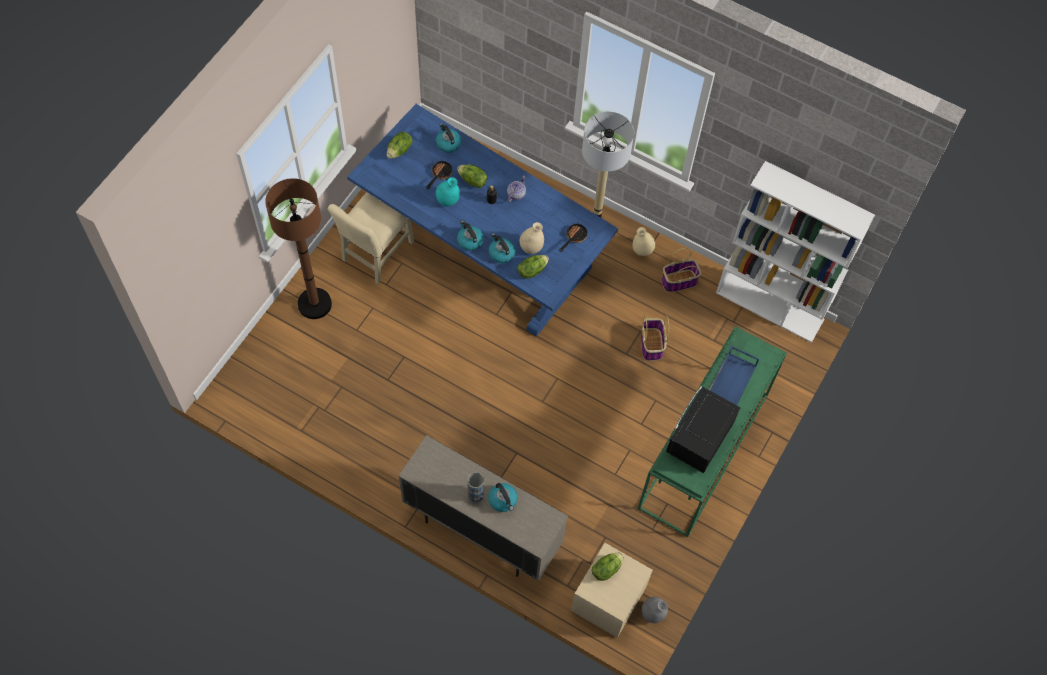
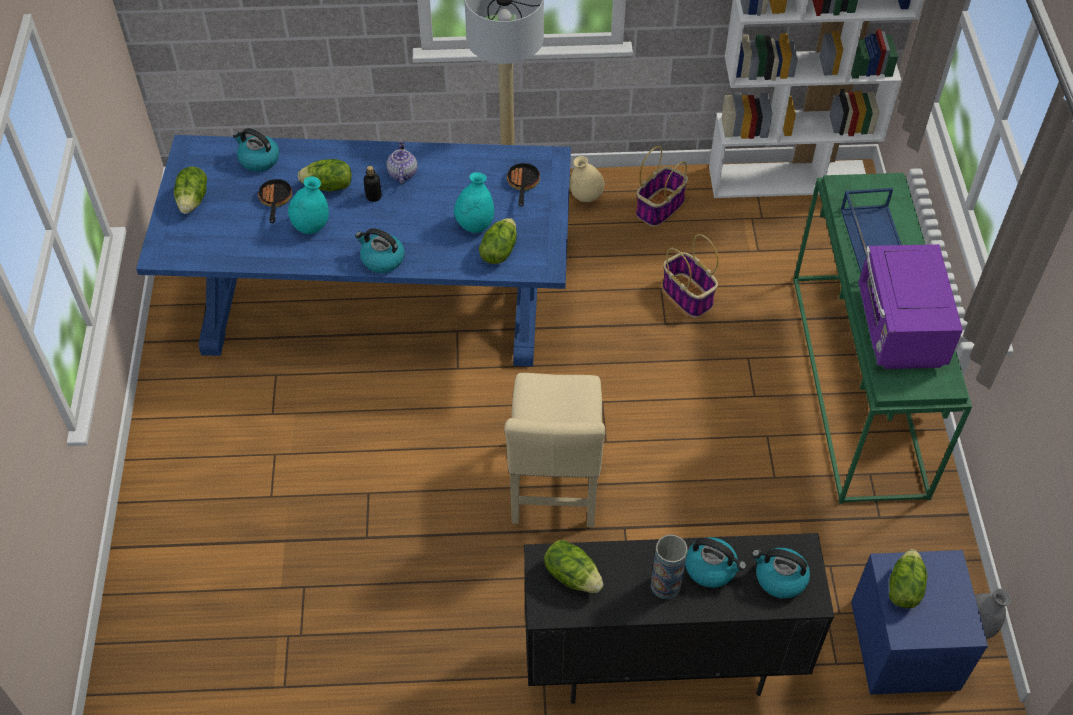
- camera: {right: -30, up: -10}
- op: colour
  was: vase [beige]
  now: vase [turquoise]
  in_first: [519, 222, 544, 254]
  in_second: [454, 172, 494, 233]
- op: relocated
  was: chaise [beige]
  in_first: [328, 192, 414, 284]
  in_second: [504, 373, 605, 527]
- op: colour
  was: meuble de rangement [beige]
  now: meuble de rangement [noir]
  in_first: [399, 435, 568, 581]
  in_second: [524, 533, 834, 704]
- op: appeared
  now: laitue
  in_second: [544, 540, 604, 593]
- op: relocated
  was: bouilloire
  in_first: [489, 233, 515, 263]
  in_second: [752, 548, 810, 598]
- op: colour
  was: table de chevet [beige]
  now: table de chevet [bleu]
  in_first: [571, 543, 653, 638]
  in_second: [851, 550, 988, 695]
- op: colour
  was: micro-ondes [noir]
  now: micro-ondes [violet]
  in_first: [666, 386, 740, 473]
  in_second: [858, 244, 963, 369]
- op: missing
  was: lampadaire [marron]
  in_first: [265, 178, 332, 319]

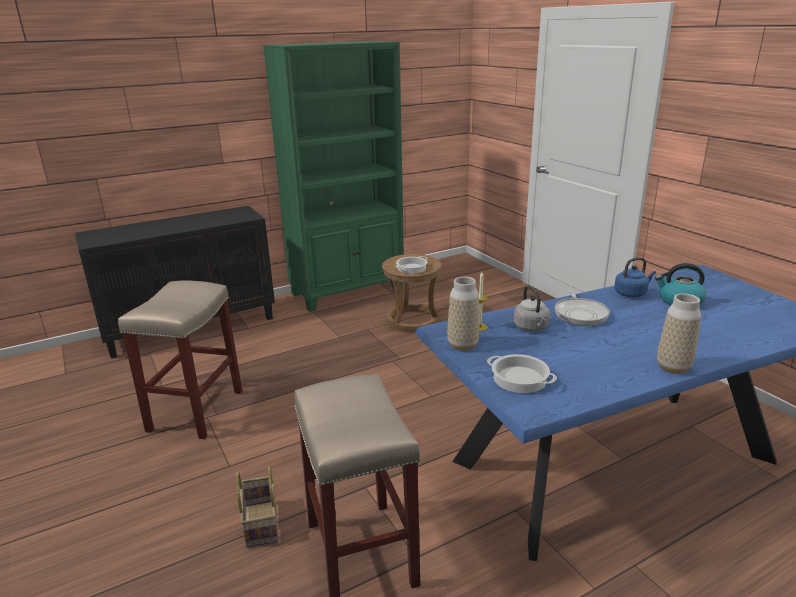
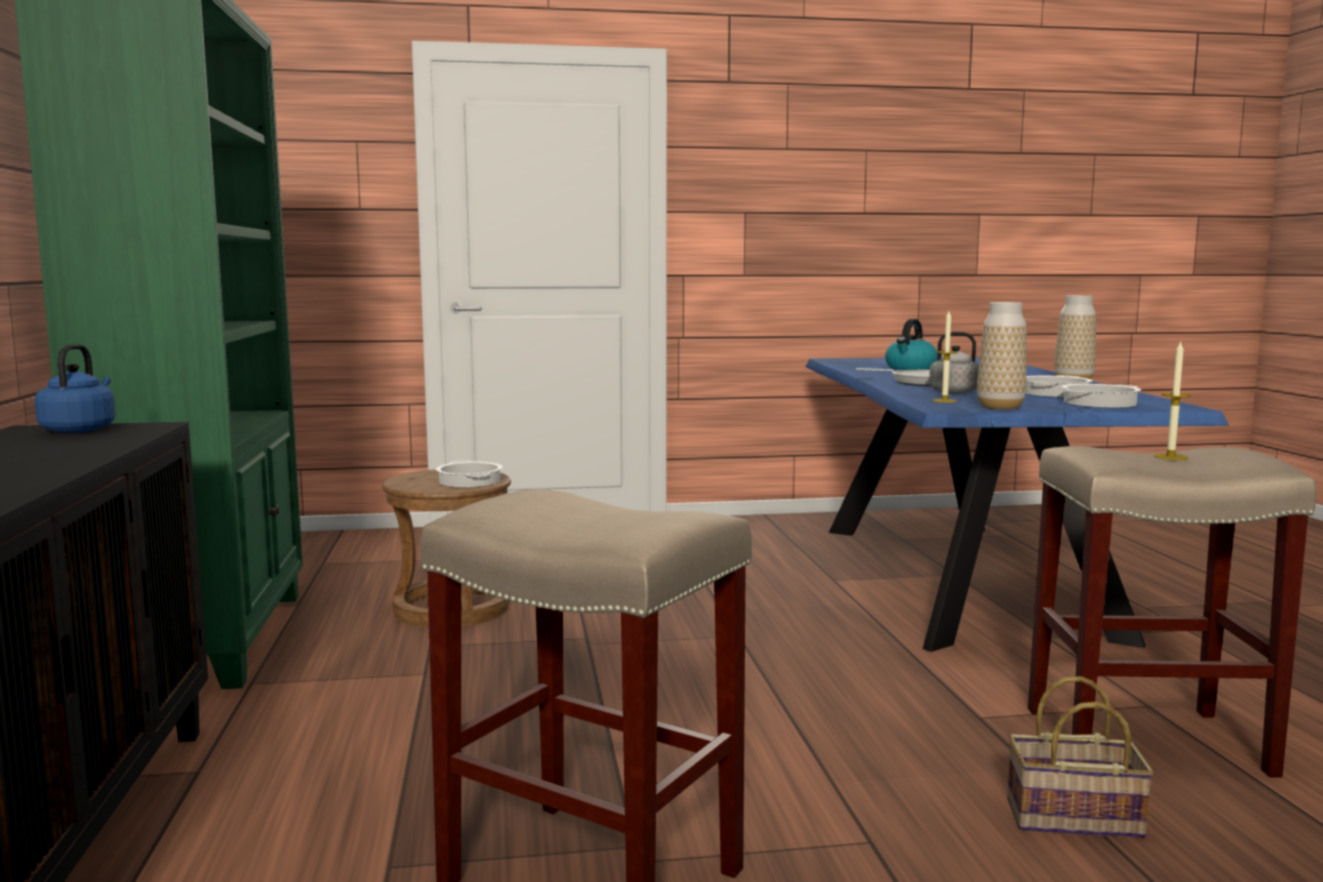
- camera: {right: -70, up: -15}
- op: relocated
  was: bouilloire [bleu]
  in_first: [614, 257, 656, 298]
  in_second: [34, 344, 115, 433]
- op: appeared
  now: marmite
  in_second: [1025, 375, 1093, 397]
- op: appeared
  now: bougie
  in_second: [1154, 341, 1191, 460]

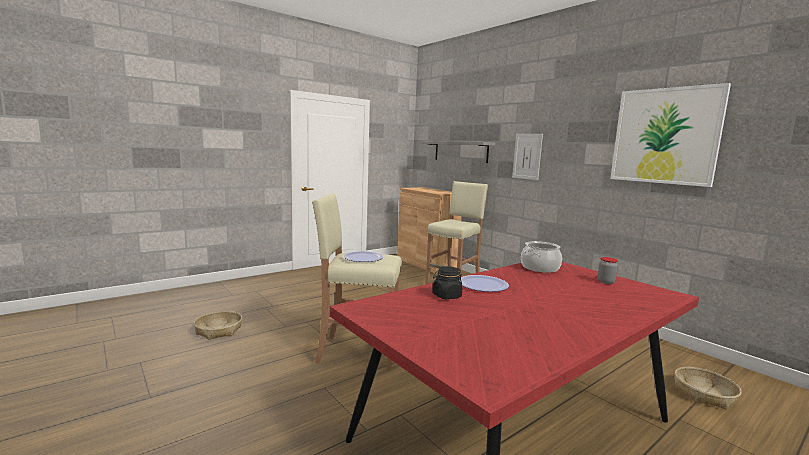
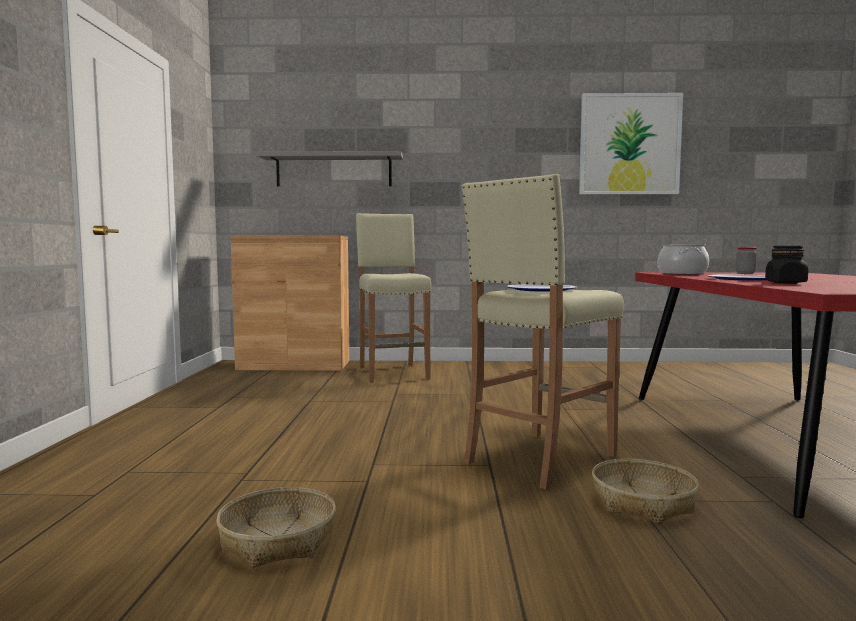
- camera: {right: -50, up: -5}
- op: relocated
  was: panier
  in_first: [675, 367, 741, 410]
  in_second: [592, 459, 699, 523]
- op: missing
  was: tableau
  in_first: [512, 134, 543, 180]

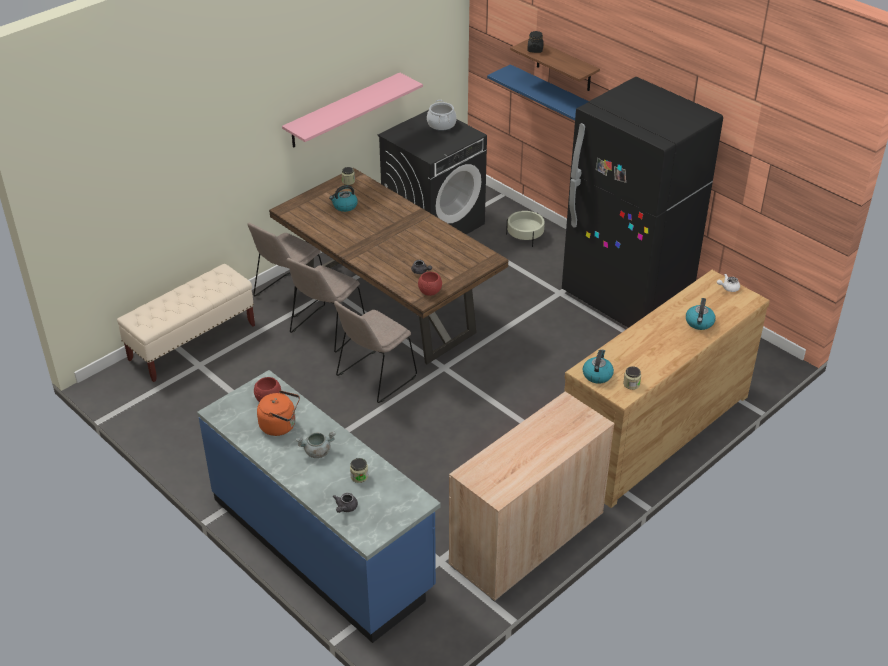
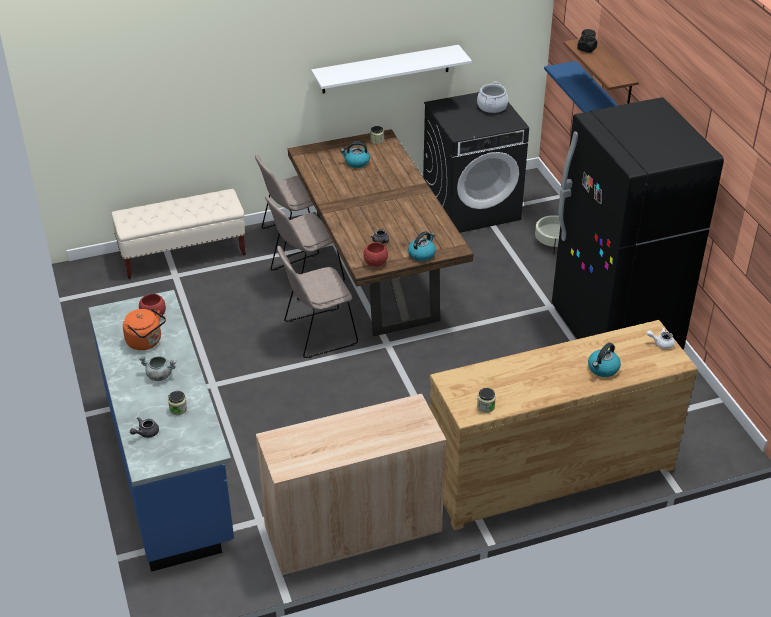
- camera: {right: 25, up: 0}
- op: colour
  was: étagère [rose]
  now: étagère [blanc]
  in_first: [282, 72, 423, 148]
  in_second: [311, 45, 472, 94]
- op: relocated
  was: bouilloire
  in_first: [583, 349, 614, 384]
  in_second: [408, 231, 436, 261]

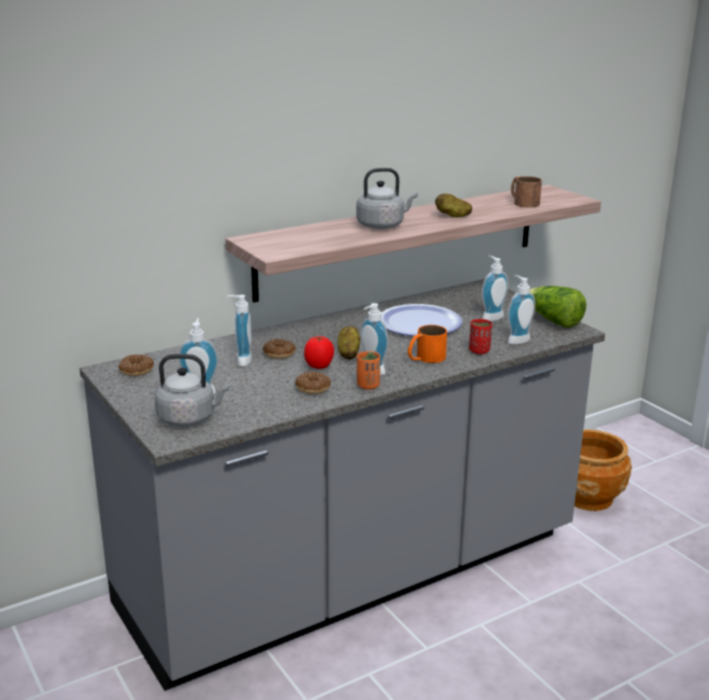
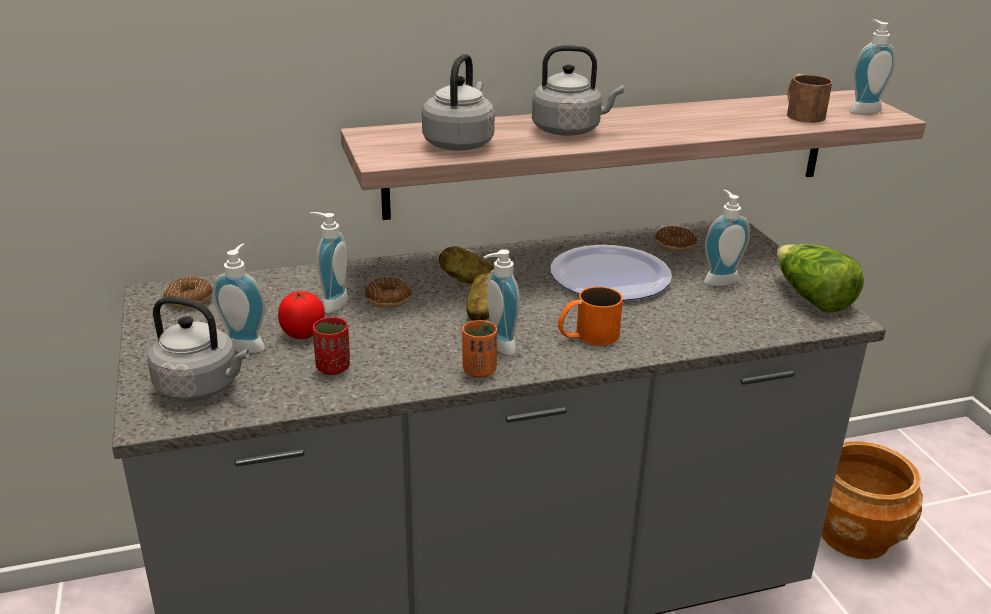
- camera: {right: 15, up: 5}
- op: relocated
  was: tomate
  in_first: [304, 336, 334, 369]
  in_second: [278, 291, 325, 339]
- op: relocated
  was: tasse [rouge]
  in_first: [469, 319, 492, 354]
  in_second: [313, 317, 350, 375]
- op: appeared
  now: bouilloire [gris]
  in_second: [422, 54, 495, 151]
- op: relocated
  was: pomme de terre
  in_first: [435, 193, 472, 217]
  in_second: [439, 247, 494, 284]
- op: relocated
  was: beignet
  in_first: [295, 372, 331, 394]
  in_second: [655, 226, 697, 252]
- op: relocated
  was: distributeur de savon
  in_first: [508, 275, 535, 345]
  in_second: [849, 19, 895, 114]

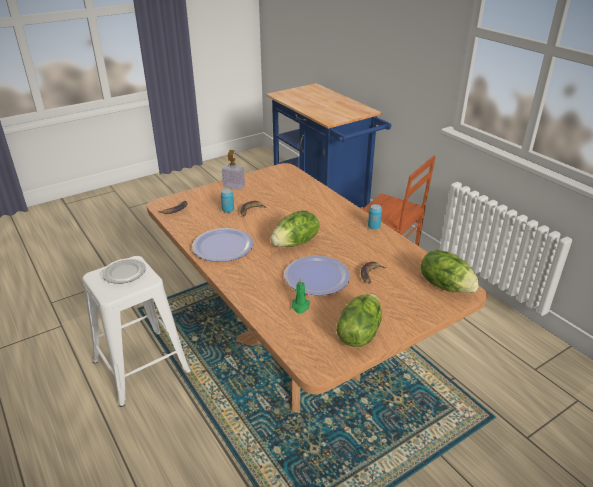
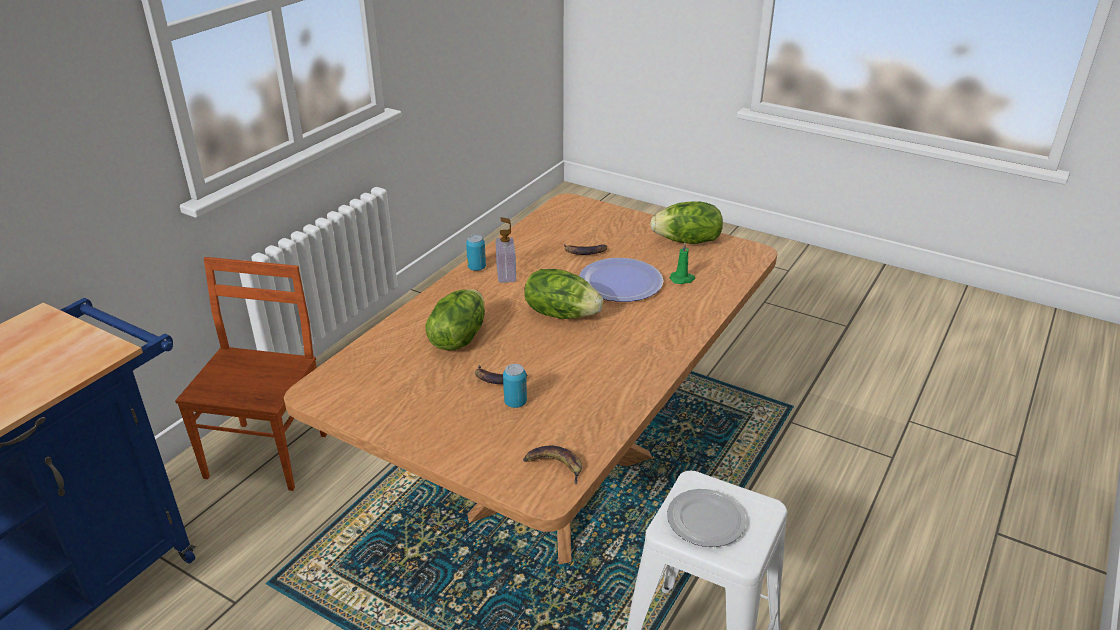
- camera: {right: -115, up: 0}
- op: relocated
  was: laitue
  in_first: [420, 250, 480, 293]
  in_second: [425, 289, 485, 351]
- op: relocated
  was: distributeur de savon
  in_first: [222, 150, 245, 190]
  in_second: [496, 217, 516, 283]
- op: missing
  was: assiette
  in_first: [192, 228, 254, 262]

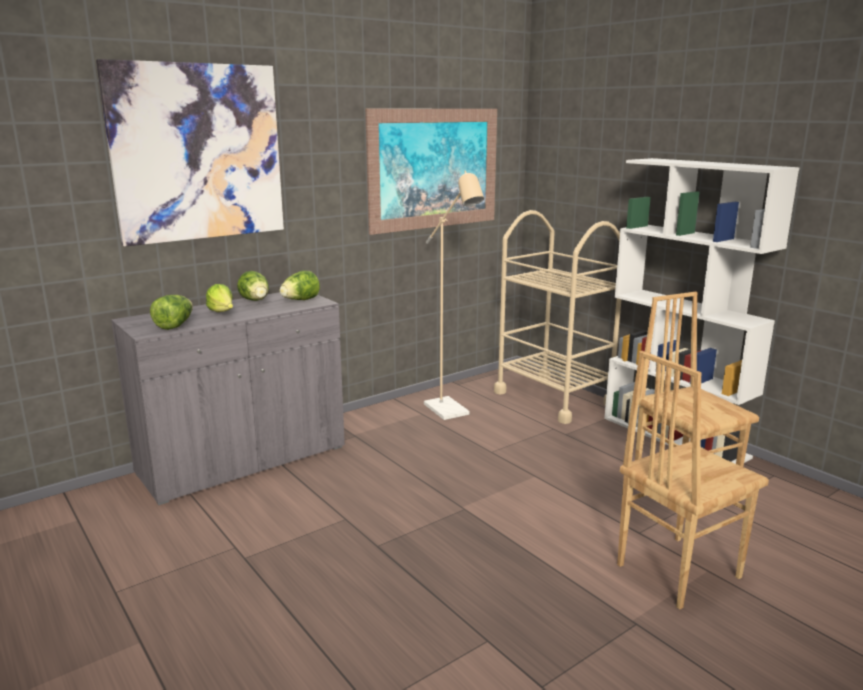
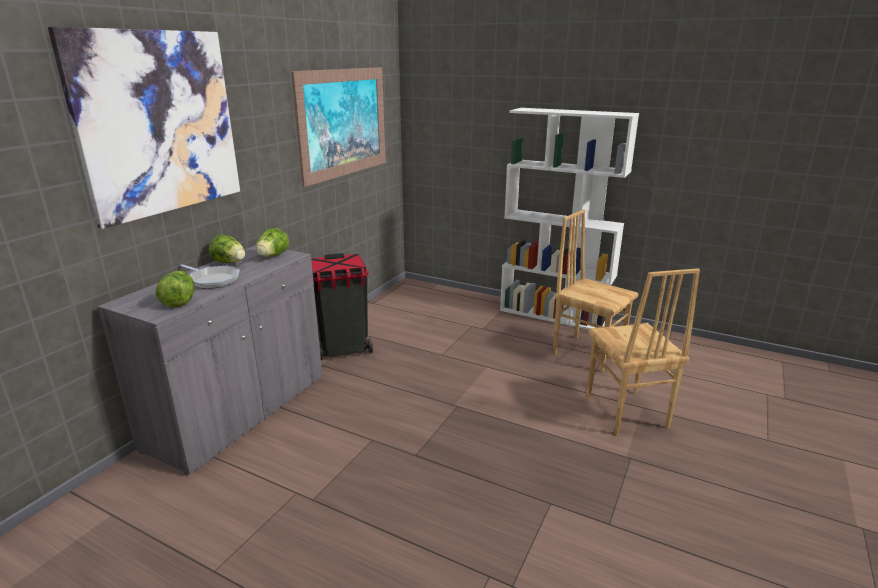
- camera: {right: -25, up: 5}
- op: exchanged
  was: laitue
  now: poêle
  in_first: [206, 284, 233, 312]
  in_second: [180, 264, 239, 289]
- op: appeared
  now: poubelle [noir]
  in_second: [311, 253, 373, 360]
- op: spun
  was: chaise [marron]
  in_first: [617, 351, 769, 609]
  in_second: [587, 268, 700, 435]
  clockwise: -45
- op: missing
  was: lampadaire [beige]
  in_first: [424, 170, 484, 420]
- op: missing
  was: chariot [beige]
  in_first: [494, 210, 621, 424]

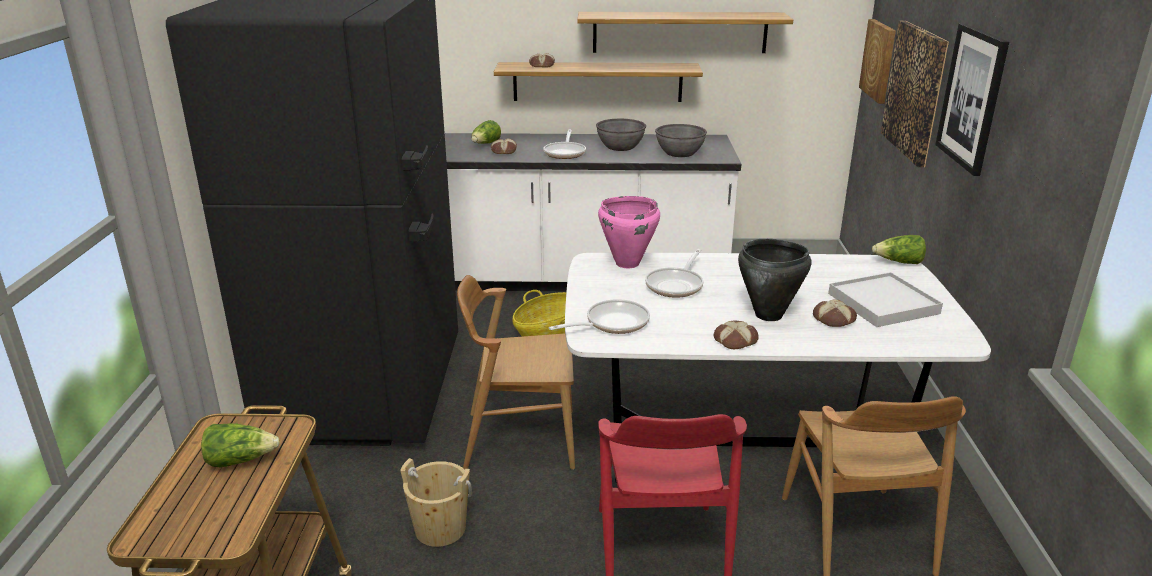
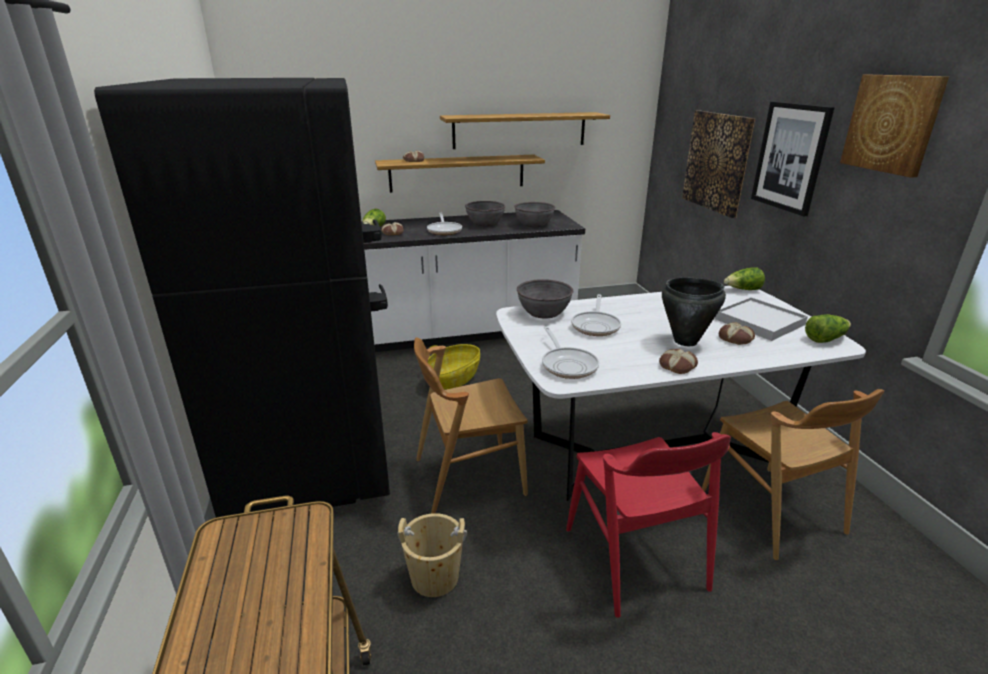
- camera: {right: -15, up: 0}
- op: exchanged
  was: marmite [rose]
  now: bol [gris]
  in_first: [598, 196, 660, 268]
  in_second: [517, 279, 573, 319]
- op: spun
  was: poêle
  in_first: [549, 299, 650, 334]
  in_second: [542, 326, 599, 379]
  clockwise: 120
- op: relocated
  was: laitue
  in_first: [201, 423, 280, 467]
  in_second: [805, 314, 851, 343]
- op: relocated
  was: tableau
  in_first: [859, 19, 896, 104]
  in_second: [840, 75, 949, 178]

